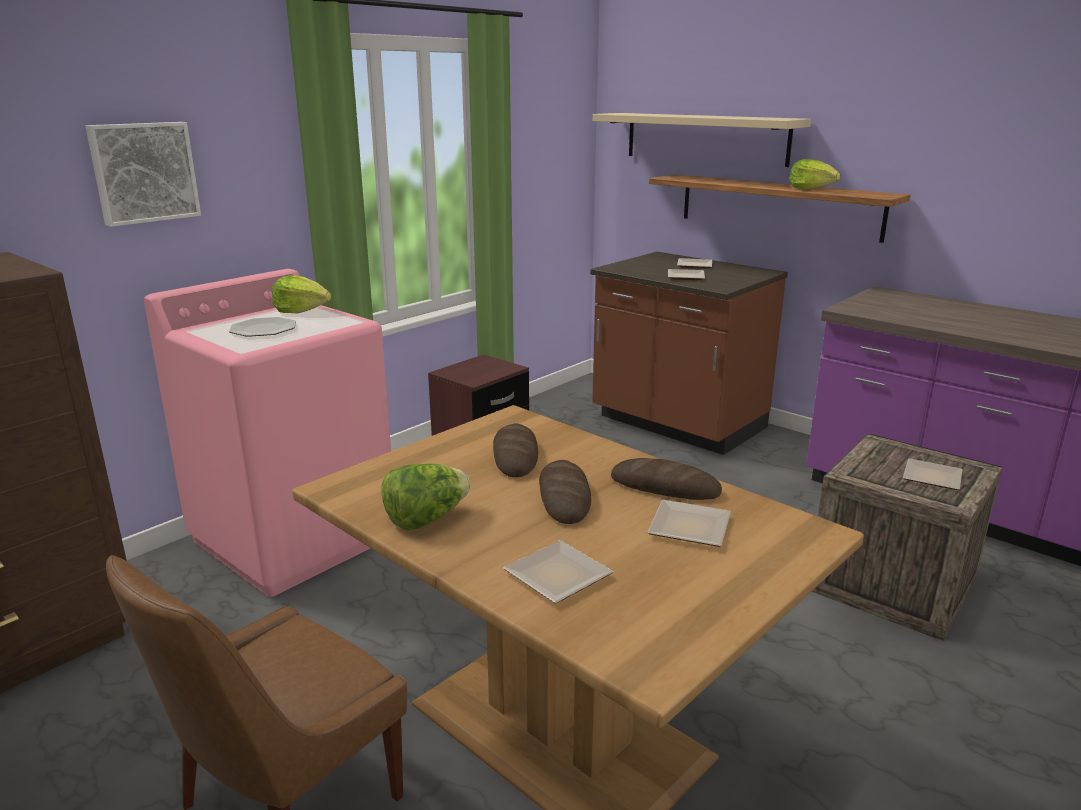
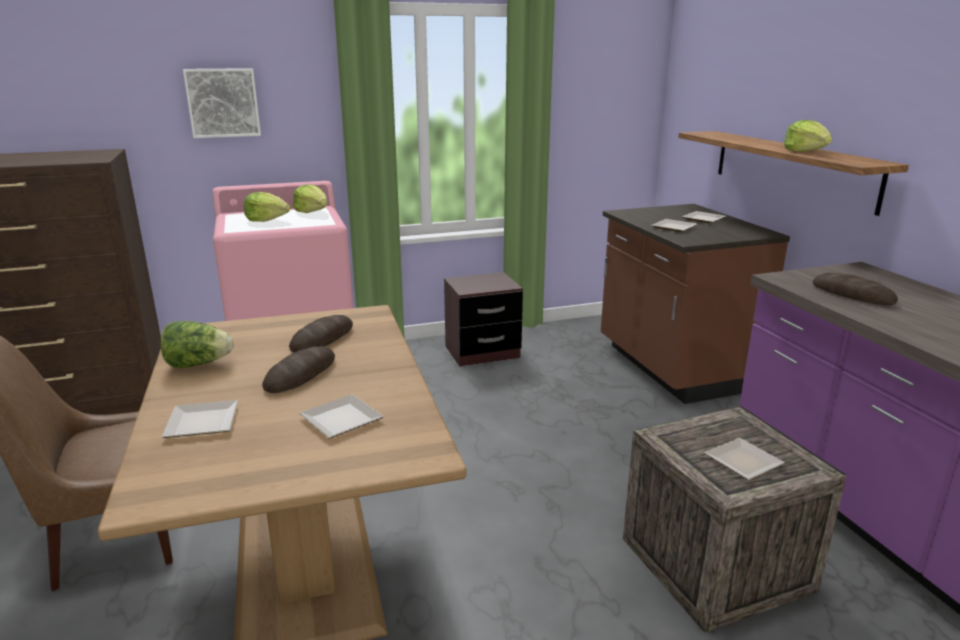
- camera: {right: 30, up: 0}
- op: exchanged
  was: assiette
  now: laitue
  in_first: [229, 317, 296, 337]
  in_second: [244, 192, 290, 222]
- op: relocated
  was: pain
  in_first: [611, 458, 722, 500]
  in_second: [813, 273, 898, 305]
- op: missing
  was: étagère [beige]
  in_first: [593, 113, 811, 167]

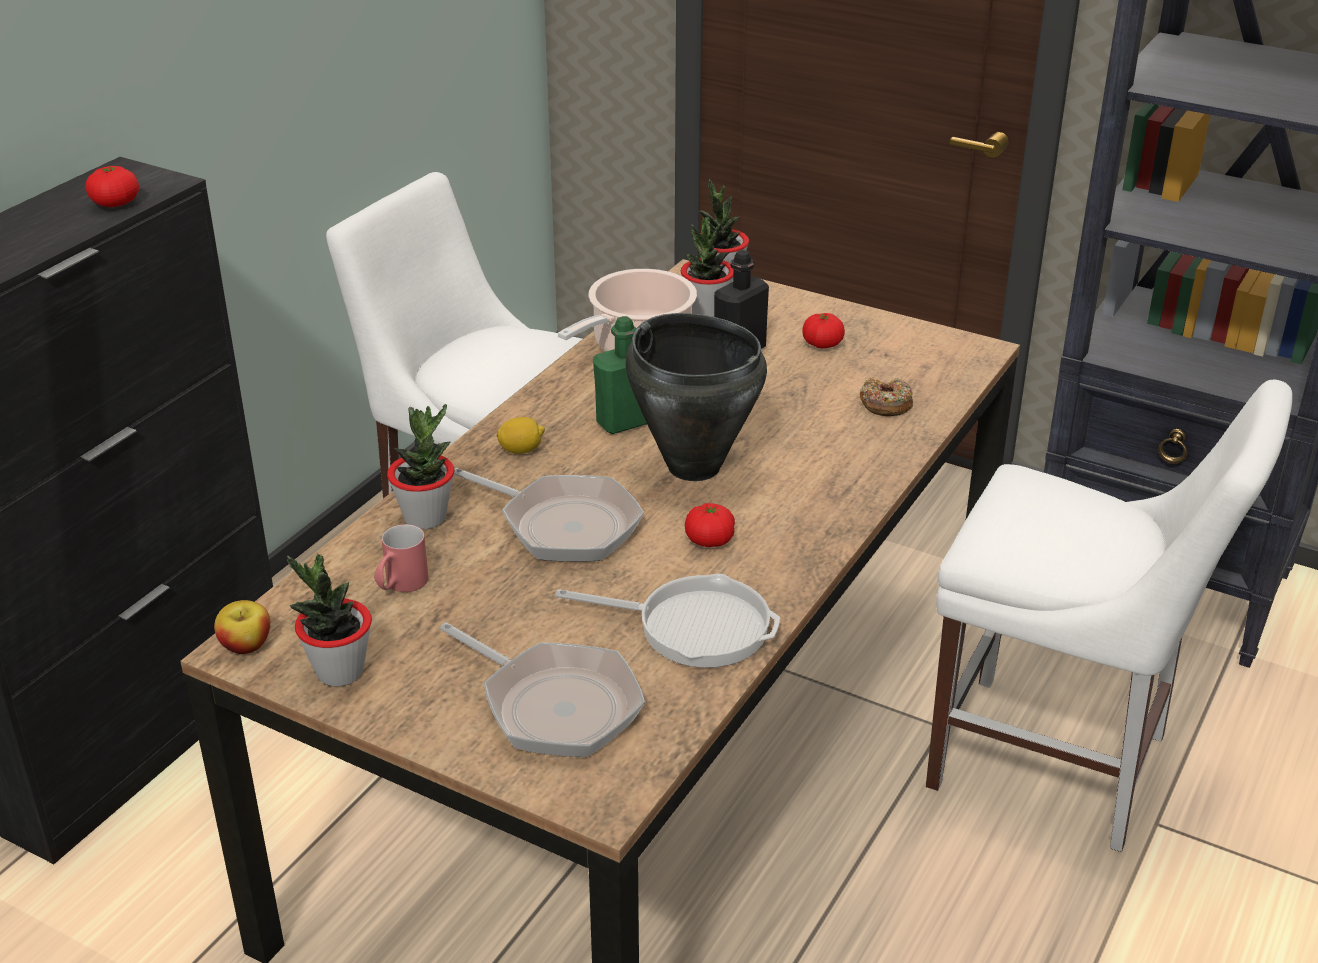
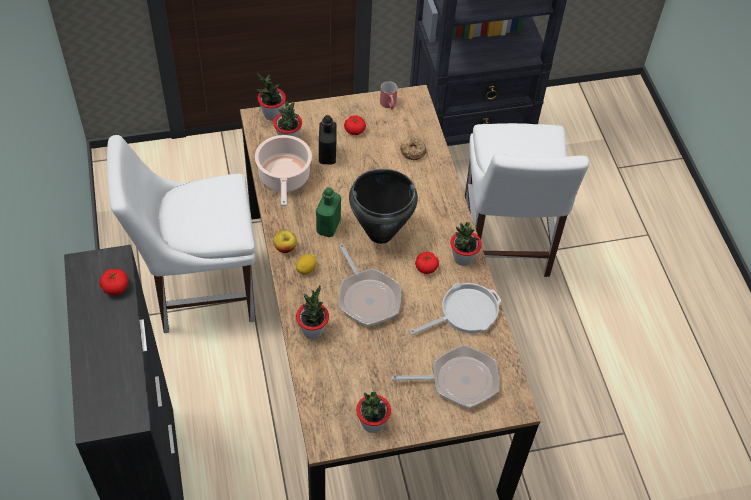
- camera: {right: -45, up: 20}
- op: relocated
  was: pomme
  in_first: [214, 600, 270, 654]
  in_second: [273, 230, 297, 253]
- op: spun
  was: poêle
  in_first: [454, 468, 644, 562]
  in_second: [339, 244, 401, 327]
  clockwise: 75
- op: relocated
  was: mug [rouge]
  in_first: [374, 524, 429, 592]
  in_second: [380, 81, 398, 110]
- op: appeared
  now: plante en pot
  in_second: [451, 222, 482, 266]
- op: spun
  was: chaise [blanc]
  in_first: [926, 380, 1293, 852]
  in_second: [465, 123, 589, 277]
  clockwise: 105

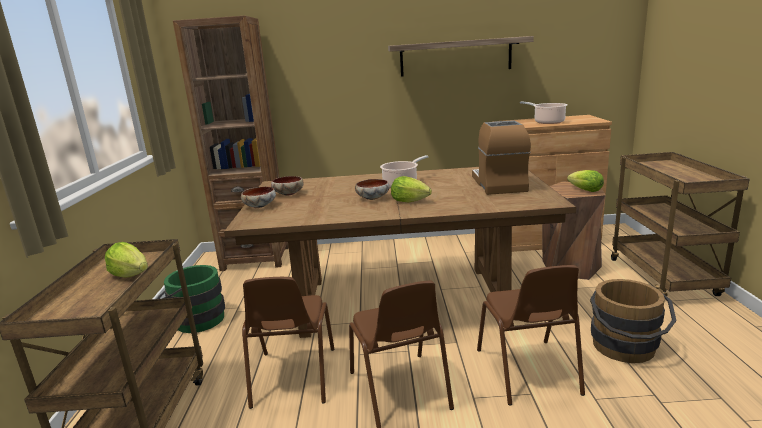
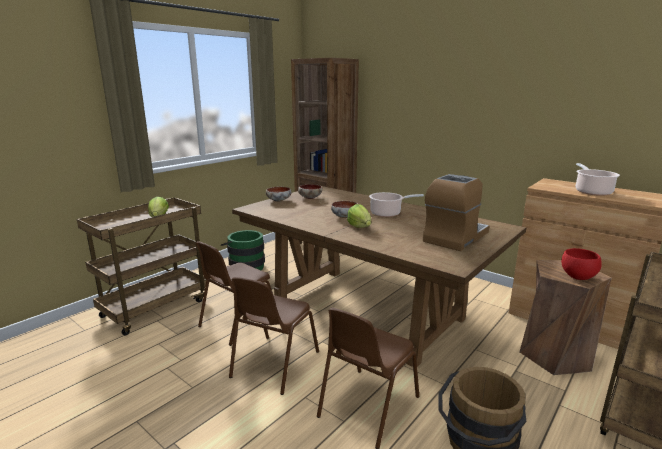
- camera: {right: 40, up: 0}
- op: exchanged
  was: laitue
  now: bol [rouge]
  in_first: [567, 170, 604, 192]
  in_second: [561, 248, 602, 280]
- op: missing
  was: étagère
  in_first: [388, 36, 534, 77]

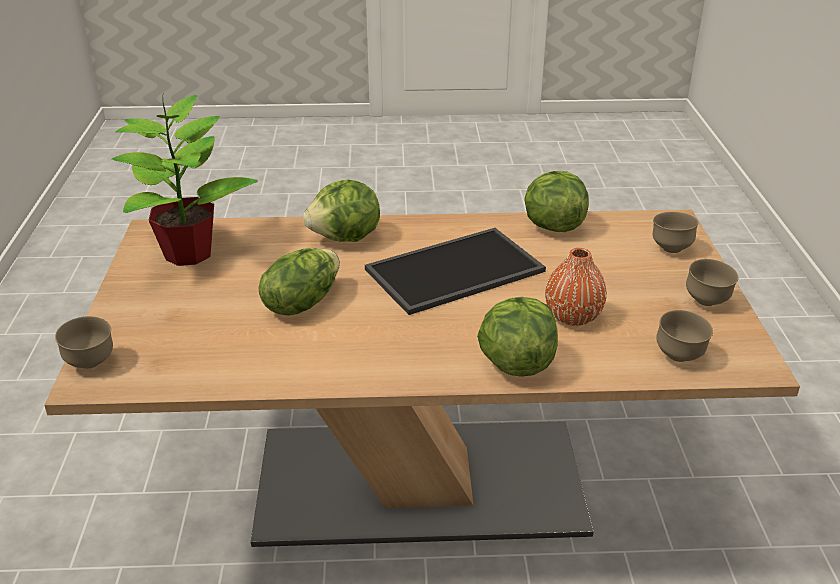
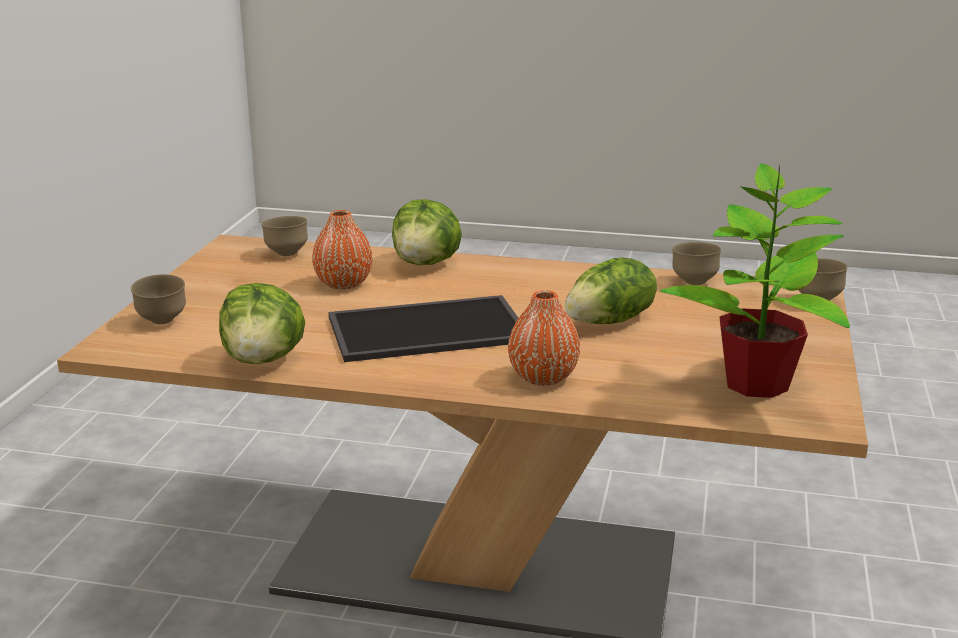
- camera: {right: -165, up: -10}
- op: exchanged
  was: laitue
  now: vase [orange]
  in_first: [303, 180, 380, 242]
  in_second: [508, 290, 580, 386]
- op: relocated
  was: bol [marron]
  in_first: [686, 259, 738, 306]
  in_second: [672, 242, 721, 285]

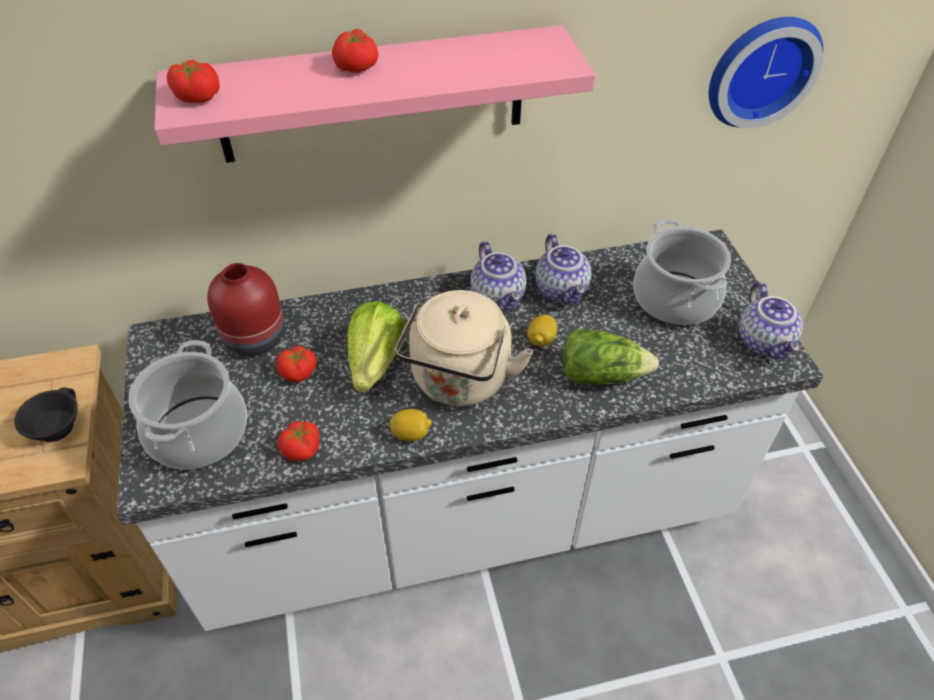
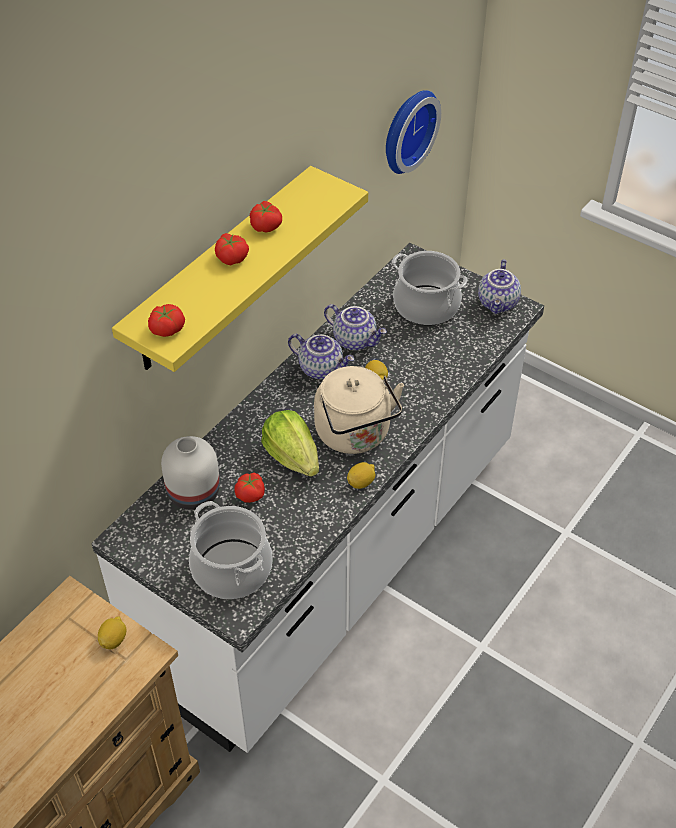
- camera: {right: -40, up: 0}
- op: exchanged
  was: tasse [noir]
  now: citron
  in_first: [14, 387, 77, 442]
  in_second: [98, 616, 127, 649]
- op: colour
  was: étagère [rose]
  now: étagère [jaune]
  in_first: [154, 25, 595, 163]
  in_second: [112, 166, 368, 372]
- op: colour
  was: vase [rouge]
  now: vase [blanc]
  in_first: [207, 263, 284, 356]
  in_second: [161, 436, 220, 510]
- op: relocated
  was: tomate
  in_first: [278, 421, 320, 461]
  in_second: [250, 201, 282, 232]
- op: spun
  was: théière
  in_first: [739, 282, 803, 361]
  in_second: [478, 259, 521, 314]
  clockwise: 60
- op: missing
  was: laitue
  in_first: [563, 328, 659, 385]

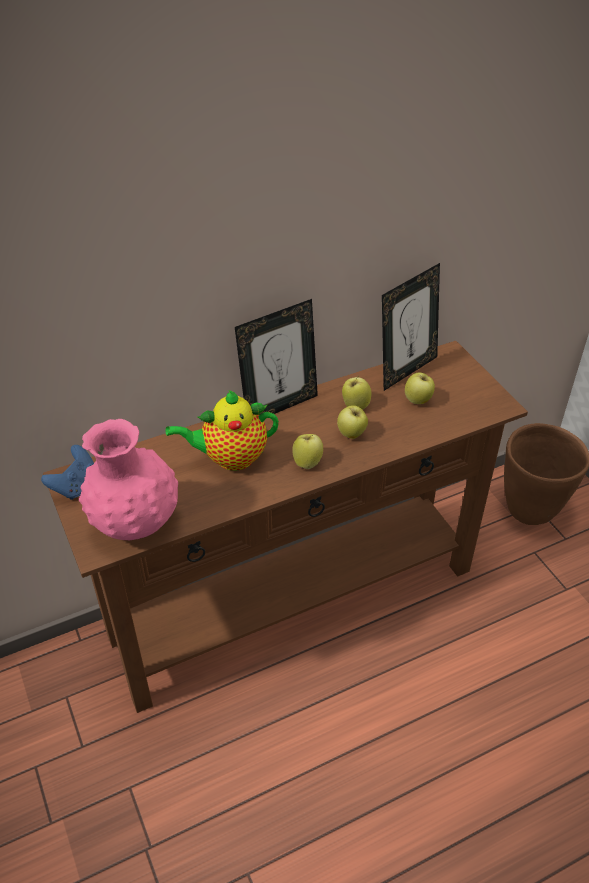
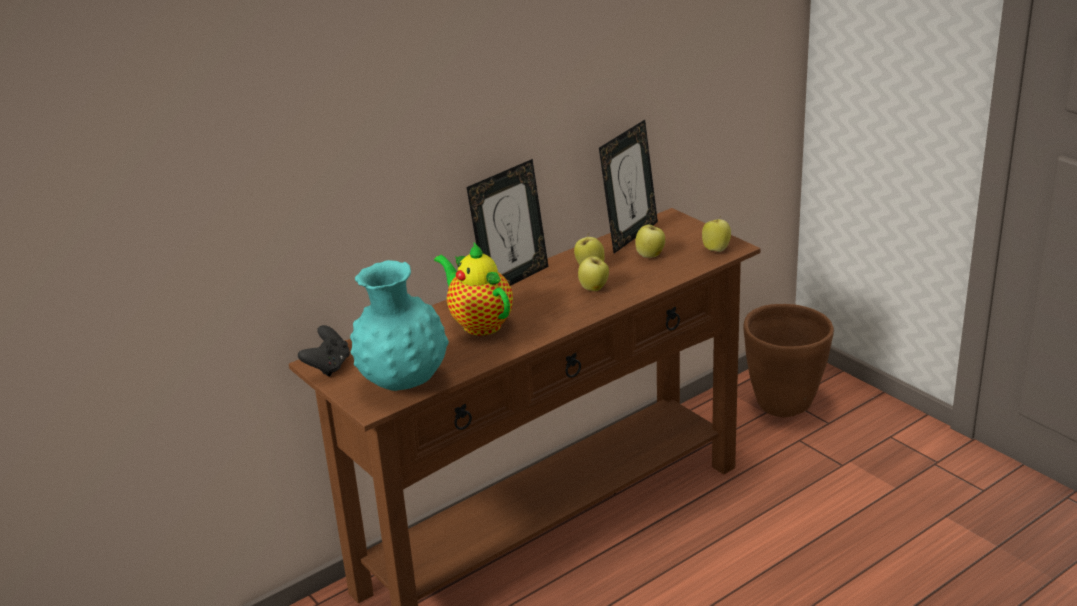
- camera: {right: -10, up: -15}
- op: colour
  was: manette [bleu]
  now: manette [noir]
  in_first: [41, 445, 94, 500]
  in_second: [298, 325, 350, 377]
- op: colour
  was: vase [rose]
  now: vase [turquoise]
  in_first: [79, 419, 178, 540]
  in_second: [350, 260, 449, 391]
- op: spun
  was: théière
  in_first: [165, 390, 279, 471]
  in_second: [434, 242, 513, 335]
  clockwise: 75
- op: relocated
  was: pomme
  in_first: [292, 434, 323, 469]
  in_second: [702, 216, 731, 252]

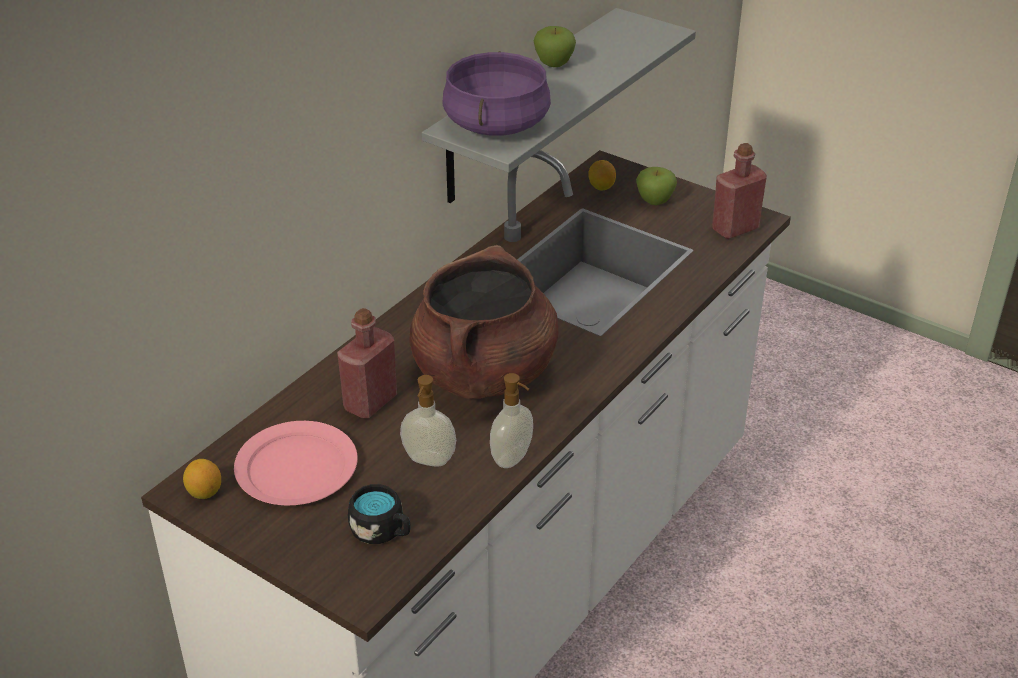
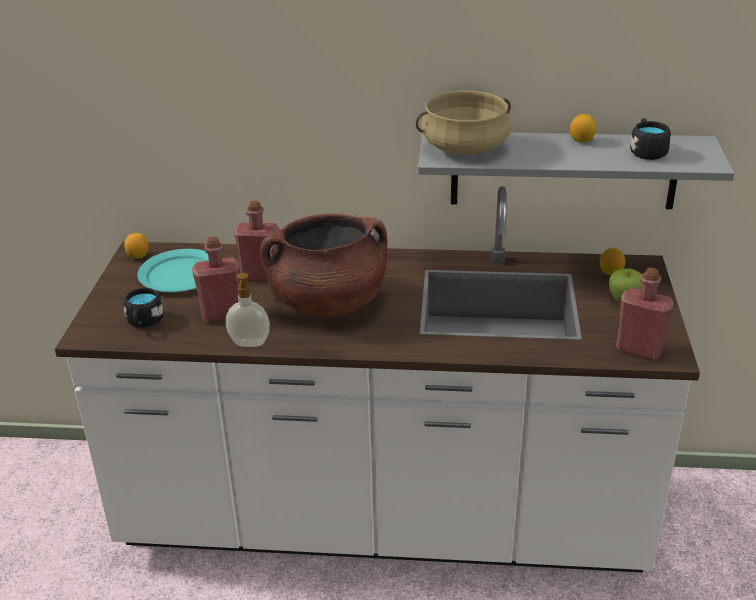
- camera: {right: 60, up: -5}
- op: colour
  was: assiette [rose]
  now: assiette [turquoise]
  in_first: [234, 421, 358, 505]
  in_second: [137, 249, 209, 292]
- op: exchanged
  was: distributeur de savon
  now: bouteille [rouge]
  in_first: [400, 375, 456, 466]
  in_second: [192, 237, 240, 322]
- op: colour
  was: marmite [violet]
  now: marmite [beige]
  in_first: [442, 51, 551, 136]
  in_second: [415, 90, 511, 155]
- op: exchanged
  was: pomme
  now: citron
  in_first: [533, 26, 576, 67]
  in_second: [570, 114, 597, 143]
- op: appeared
  now: mug [noir]
  in_second: [630, 118, 671, 160]

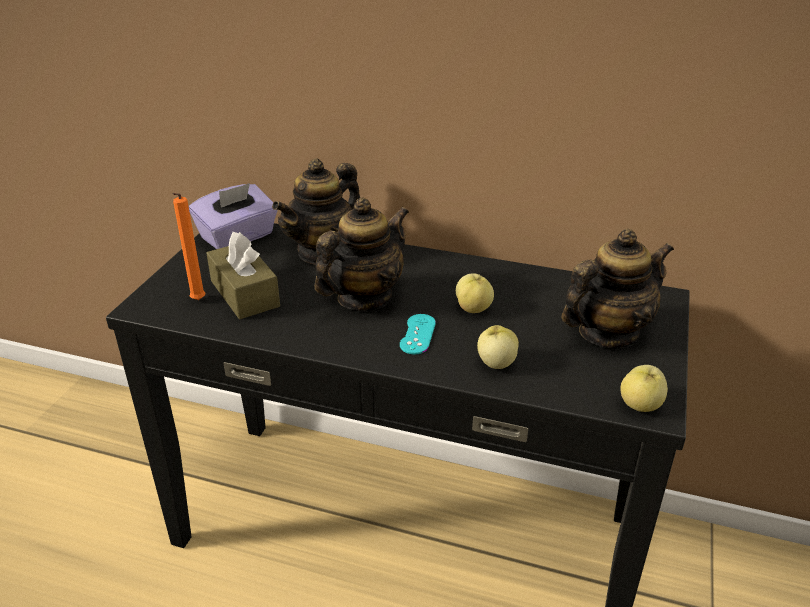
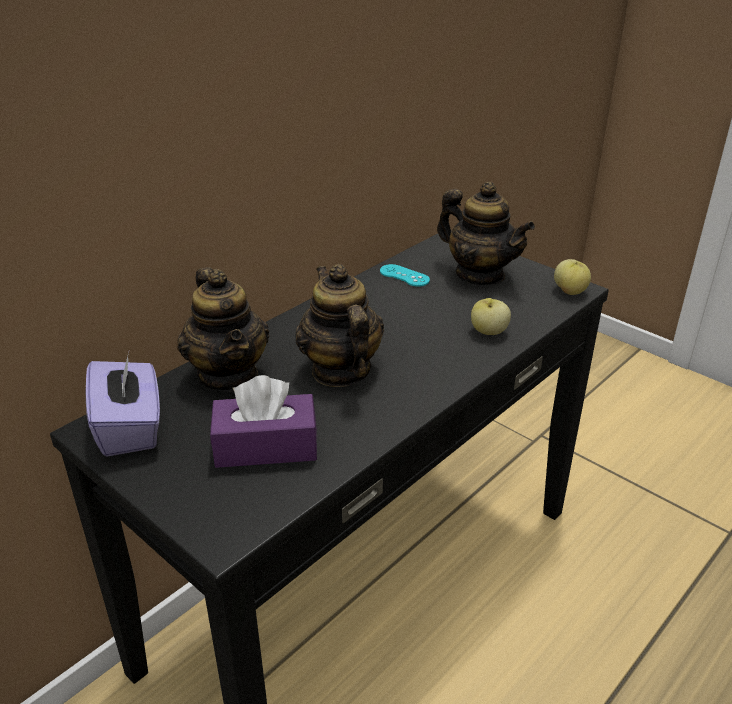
- camera: {right: -65, up: 0}
- op: colour
  was: boîte à mouchoirs [marron]
  now: boîte à mouchoirs [violet]
  in_first: [206, 232, 280, 319]
  in_second: [210, 375, 318, 468]
- op: relocated
  was: manette [turquoise]
  in_first: [400, 314, 436, 354]
  in_second: [380, 264, 430, 287]
- op: spun
  was: théière
  in_first: [561, 229, 674, 348]
  in_second: [437, 182, 535, 285]
  clockwise: 135
- op: missing
  was: bougie [orange]
  in_first: [172, 193, 205, 300]
- op: missing
  was: pomme
  in_first: [456, 273, 494, 313]

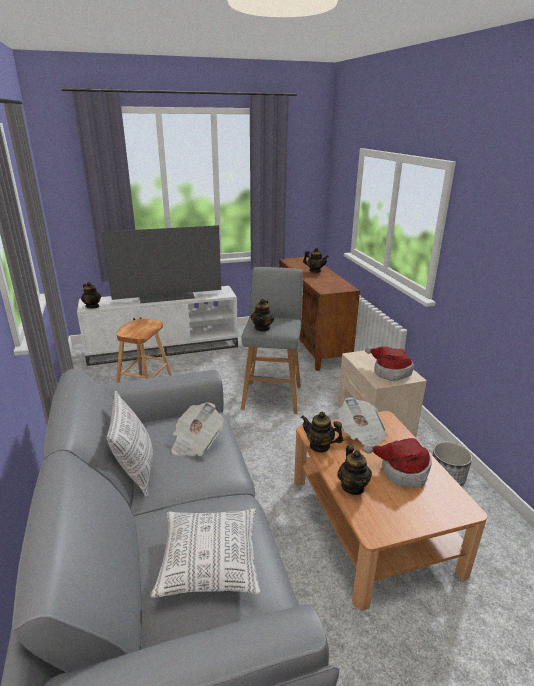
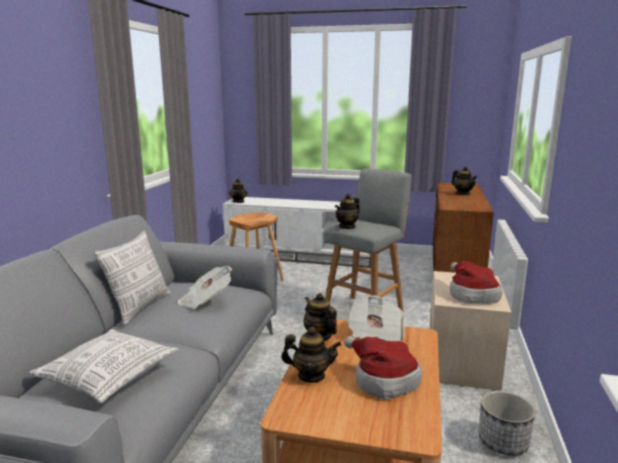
- camera: {right: 30, up: -10}
- op: spun
  was: théière
  in_first: [337, 445, 372, 495]
  in_second: [281, 327, 341, 383]
  clockwise: -105
- op: missing
  was: téléviseur
  in_first: [102, 225, 221, 303]

